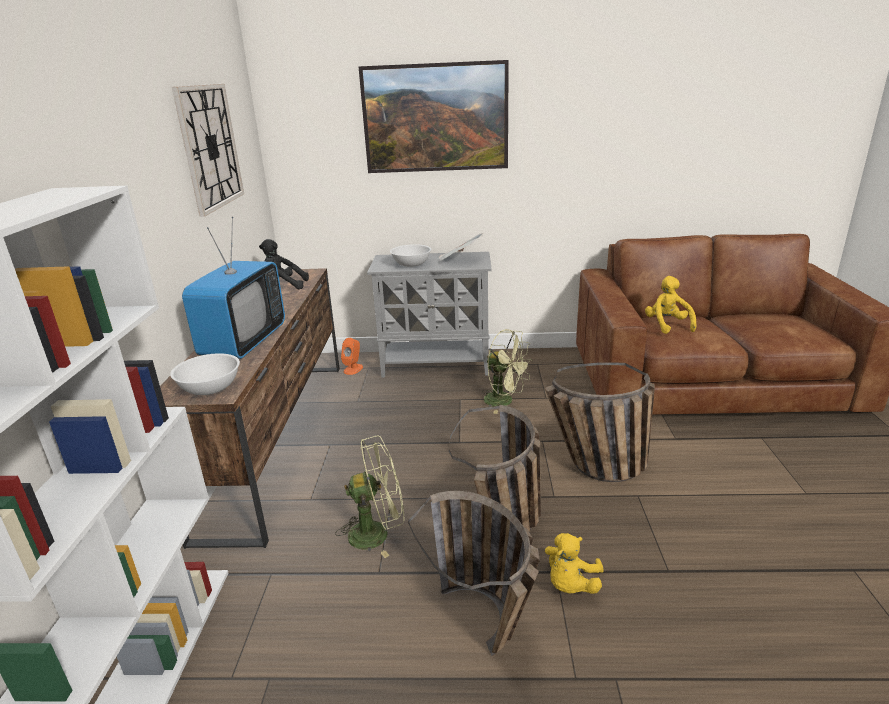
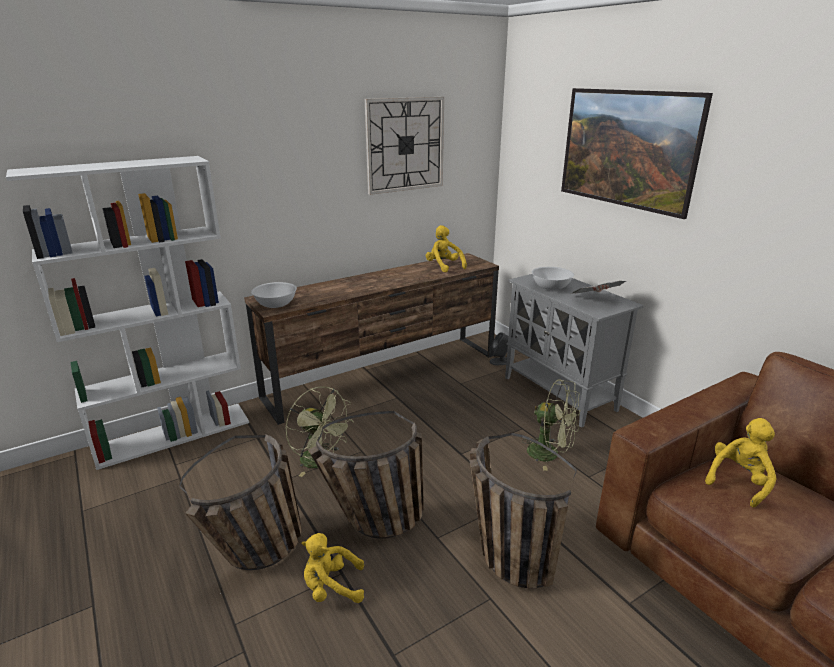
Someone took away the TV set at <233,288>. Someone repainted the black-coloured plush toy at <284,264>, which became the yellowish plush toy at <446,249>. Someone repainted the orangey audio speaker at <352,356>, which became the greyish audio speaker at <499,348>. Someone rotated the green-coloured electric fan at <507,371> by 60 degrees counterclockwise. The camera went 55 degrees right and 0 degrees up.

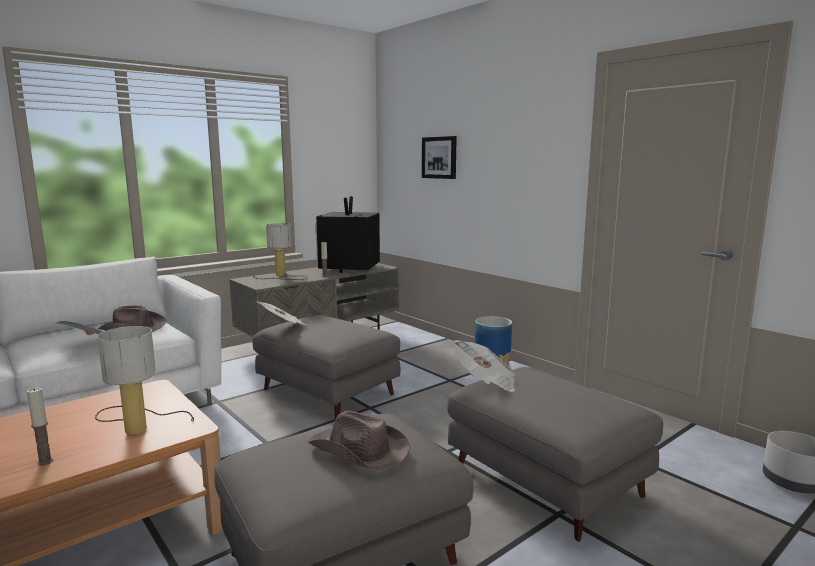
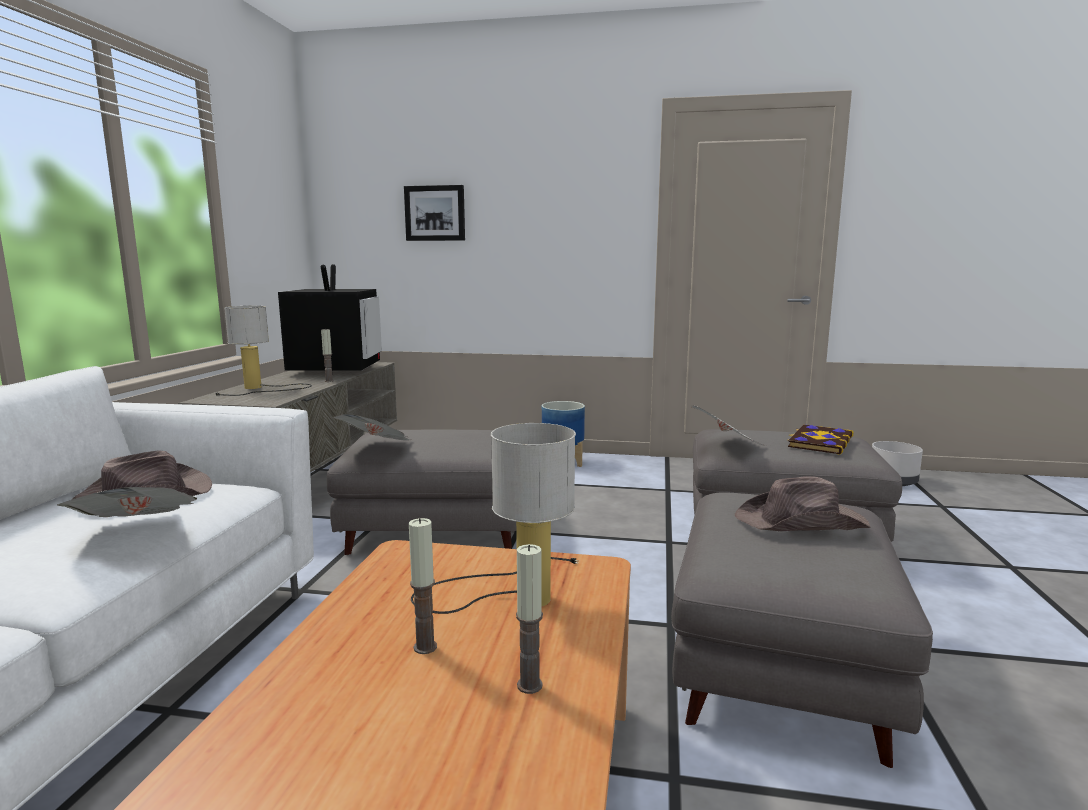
Someone put down the wax candle at <423,586>. Someone put down the book at <820,440>. Someone rotated the TV set at <347,234> by 150 degrees counterclockwise. The camera went 40 degrees left and 0 degrees up.

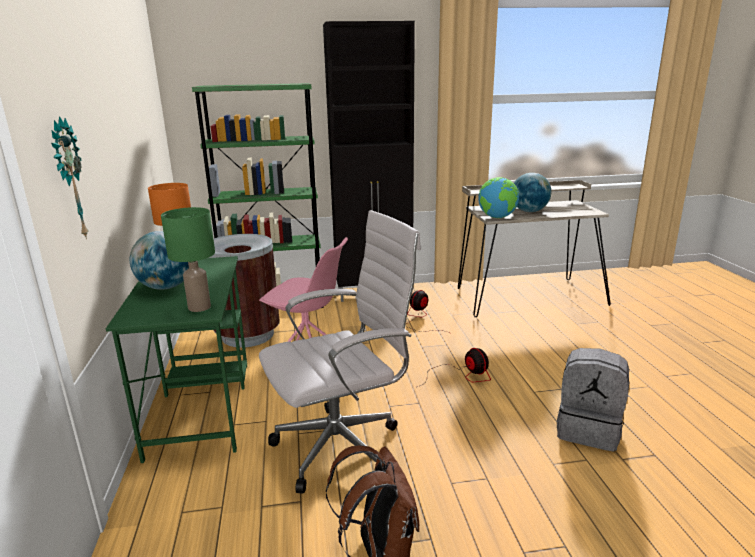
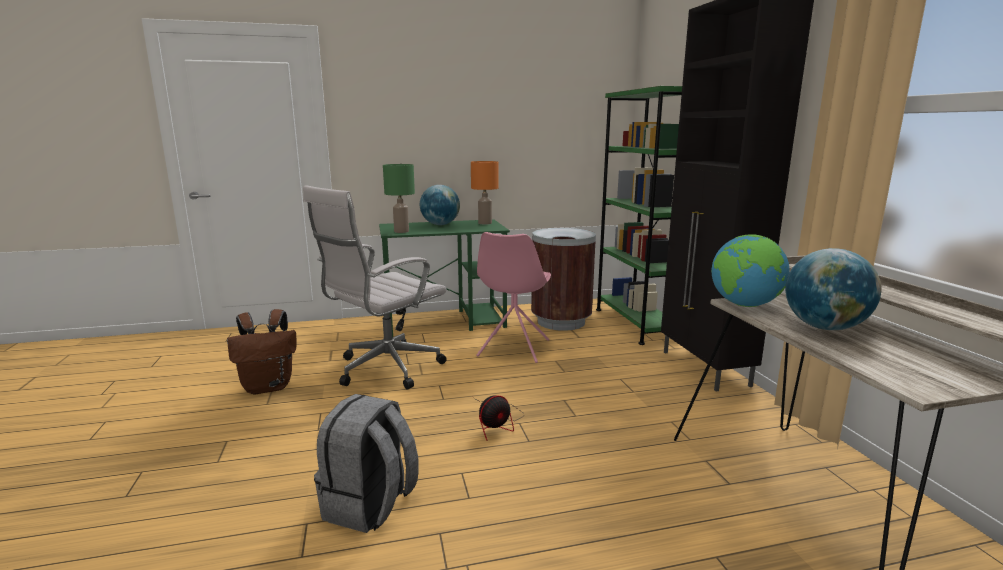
Someone took away the clock on the wall at <70,177>. Someone took away the electric fan at <426,311>. Someone rotated the white office chair at <340,352> by 75 degrees clockwise. The camera went 85 degrees right and 5 degrees down.

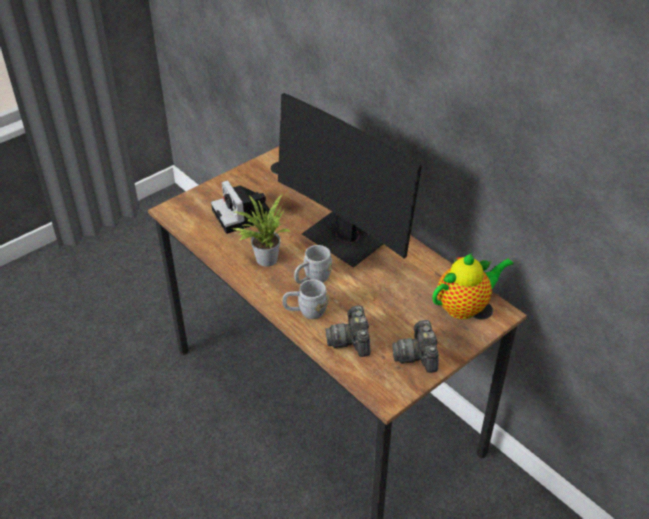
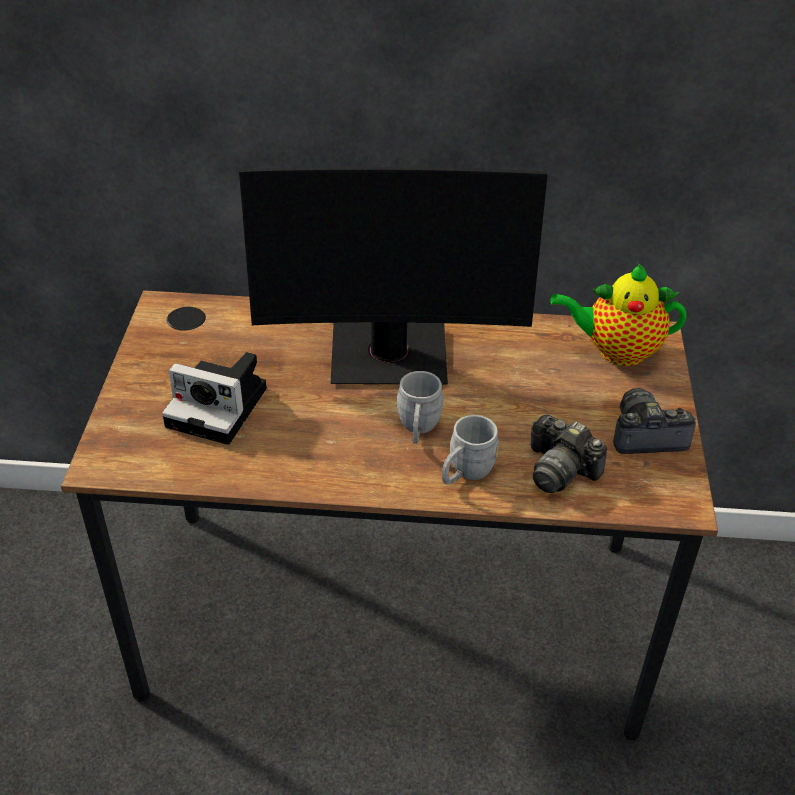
Someone took away the houseplant at <261,230>. Someone rotated the still camera at <415,346> by 135 degrees clockwise. Someone rotated the tea pot at <473,286> by 105 degrees counterclockwise. The camera went 45 degrees left and 0 degrees up.

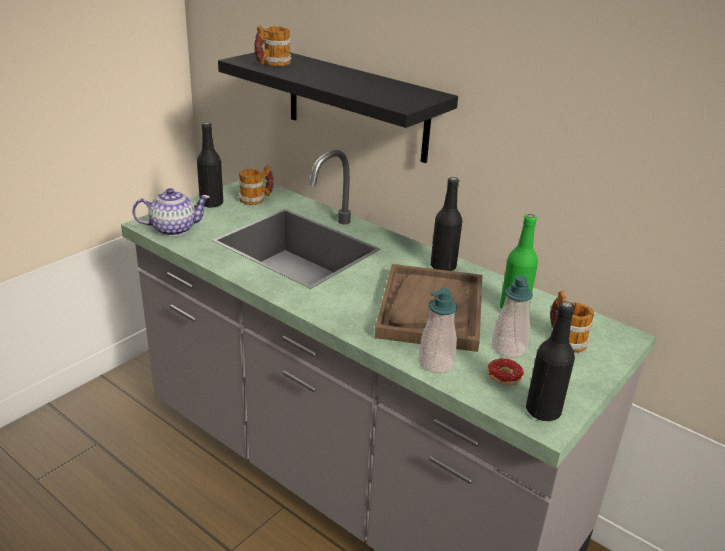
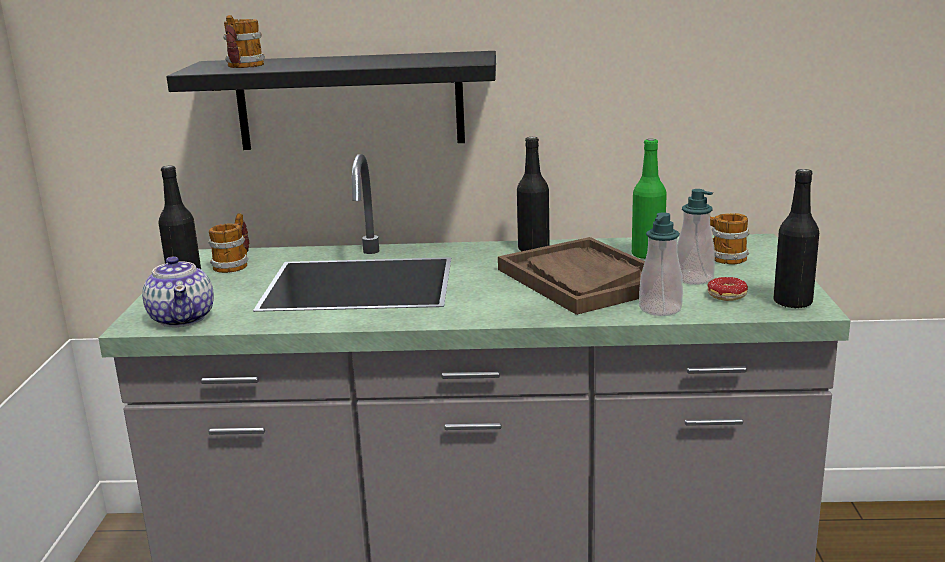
Someone rotated the tea pot at <171,212> by 120 degrees clockwise. The camera went 35 degrees left and 10 degrees down.

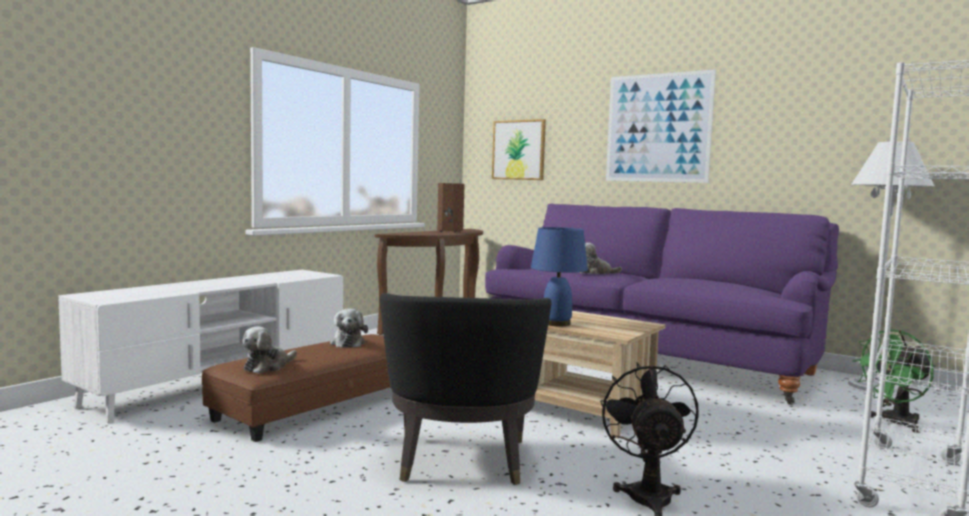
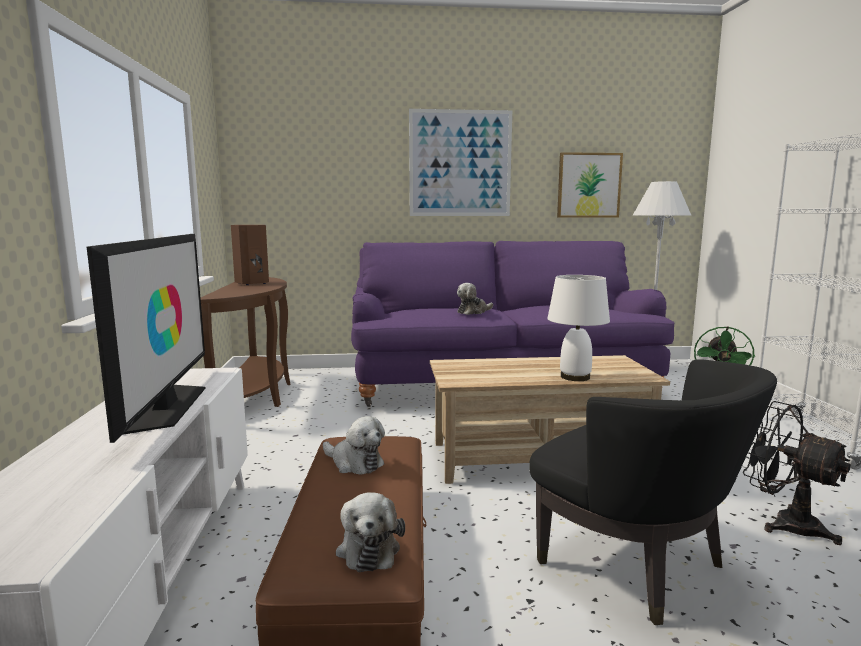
Someone put down the TV set at <146,338>. Someone carried the wall picture from <519,149> to <590,185>. Someone repainted the blue lamp for a table at <559,276>, which became the white lamp for a table at <578,328>. The camera went 40 degrees left and 5 degrees up.

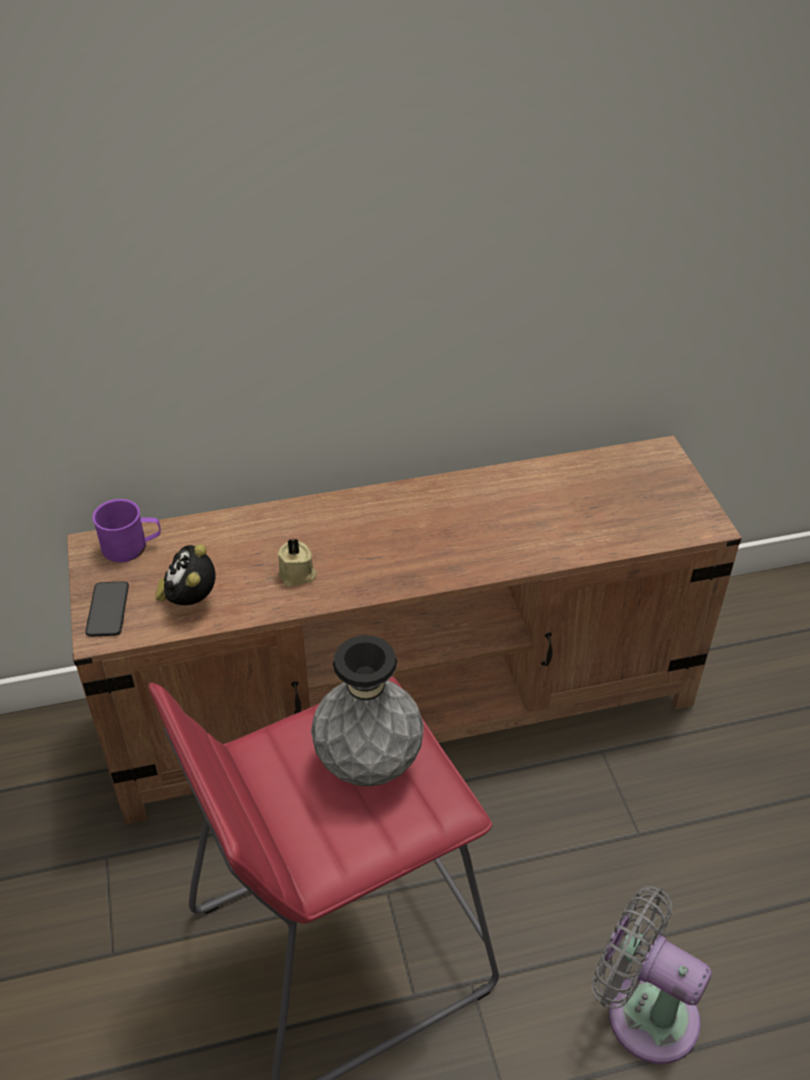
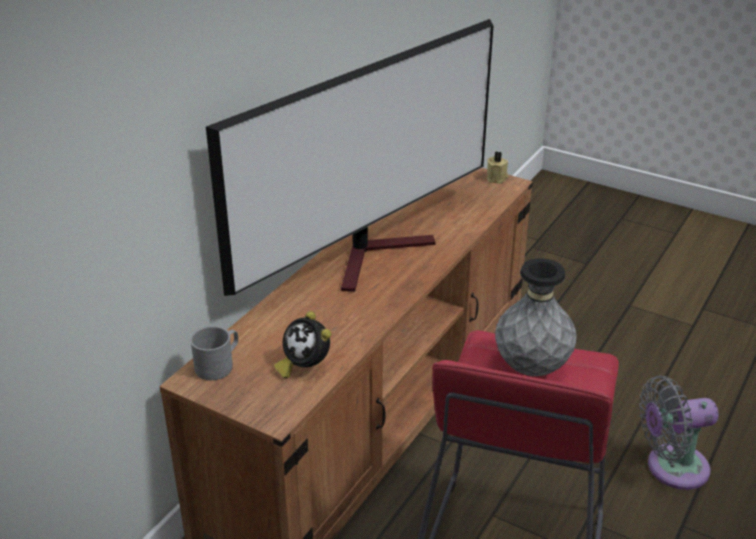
Someone took away the phone at <107,609>. Someone put down the TV set at <349,157>. Someone carried the sand-coloured wax candle from <297,562> to <498,167>. Someone repainted the purple-coloured tea mug at <126,530>, which became the greyish tea mug at <214,353>. The camera went 45 degrees left and 10 degrees down.

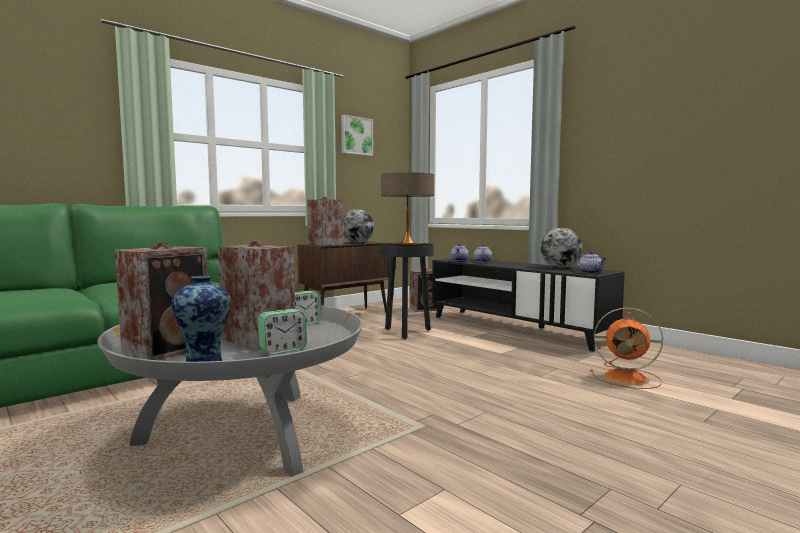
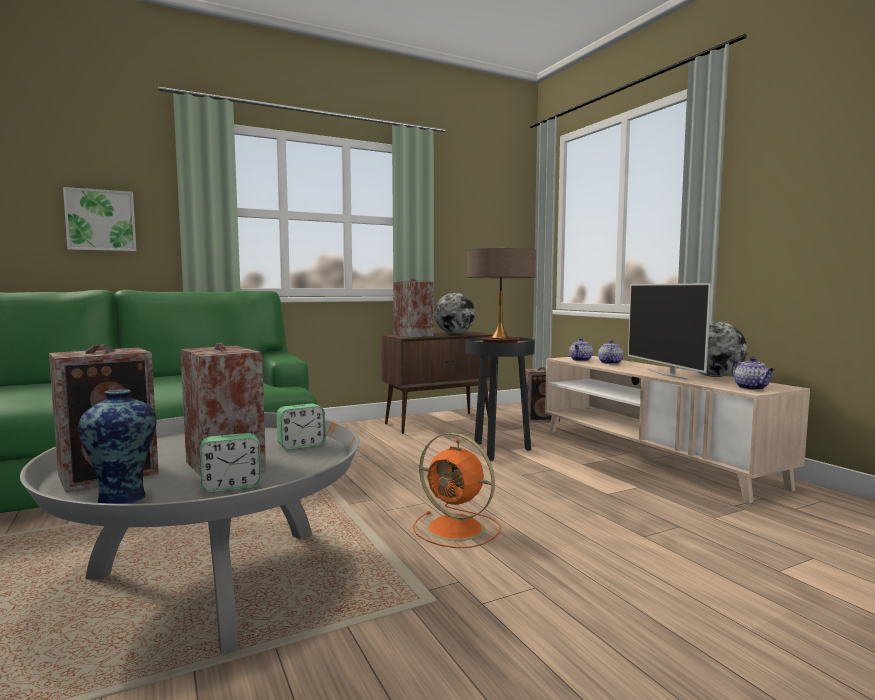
Someone put down the TV set at <669,331>. Someone carried the wall picture from <357,135> to <99,219>. Someone carried the orangey electric fan from <626,348> to <457,490>. Someone repainted the black-coloured tv unit at <528,304>, which became the sand-coloured tv unit at <677,429>. The camera went 15 degrees right and 0 degrees up.

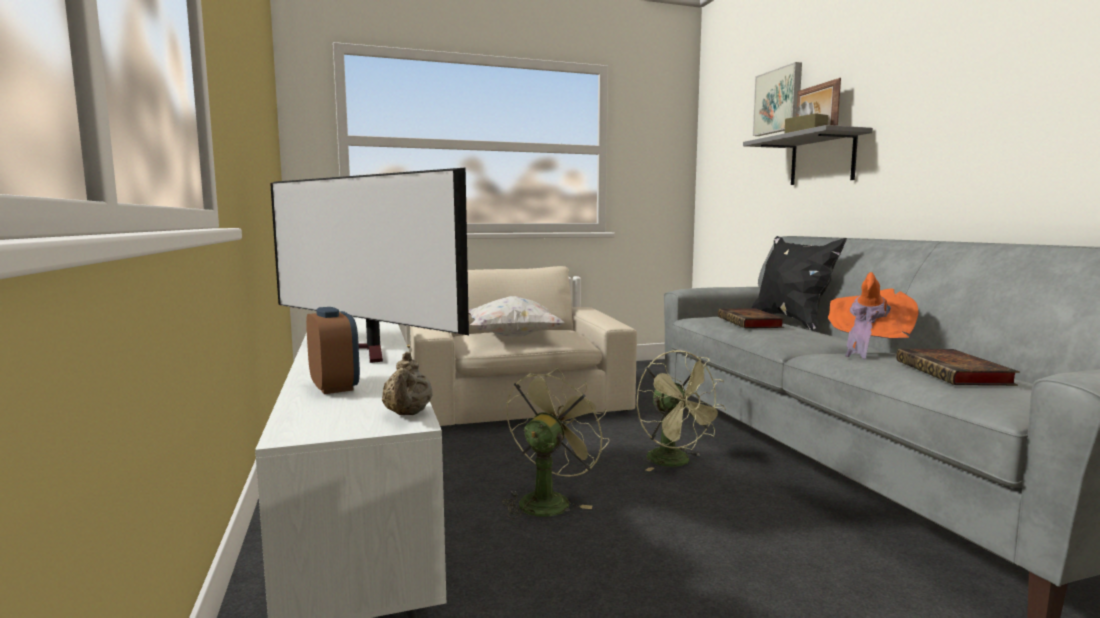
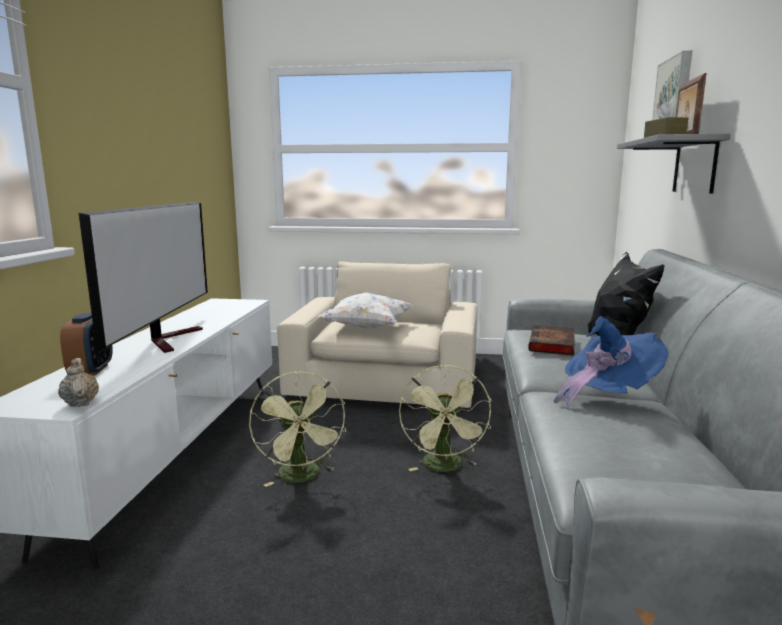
Someone took away the book at <958,367>. Someone repainted the orangey clothing hat at <873,315>, which became the blue clothing hat at <611,362>. Someone rotated the TV set at <369,265> by 150 degrees counterclockwise. Someone rotated the sand-coloured tea pot at <407,383> by 135 degrees clockwise. Someone rotated the green-coloured electric fan at <555,443> by 105 degrees clockwise. The camera went 25 degrees right and 5 degrees up.

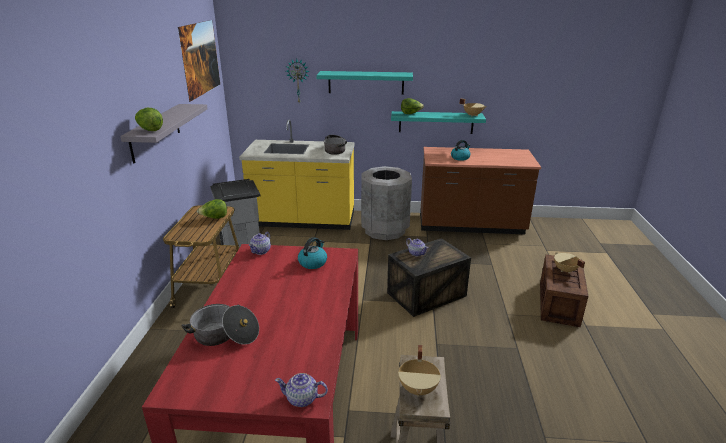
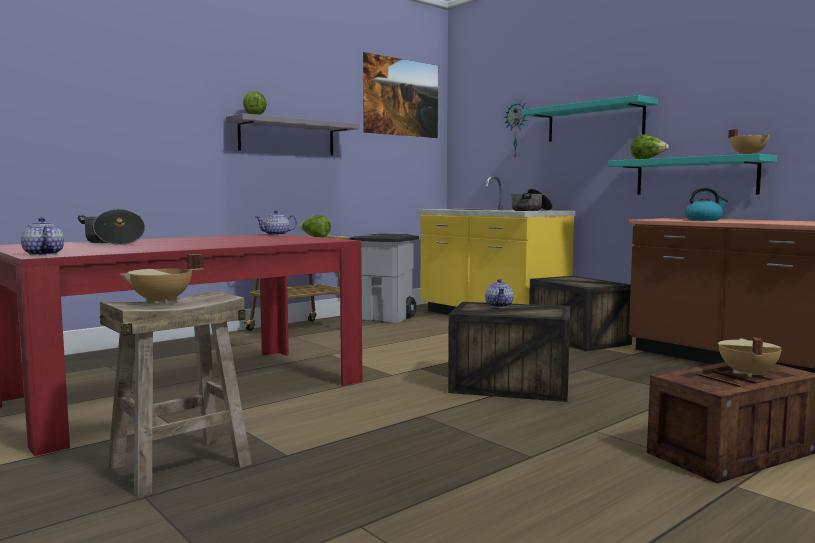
Someone took away the tea kettle at <312,253>. Someone swapped the greyish waste bin at <386,203> for the shipping crate at <580,313>. The camera went 45 degrees right and 20 degrees down.

